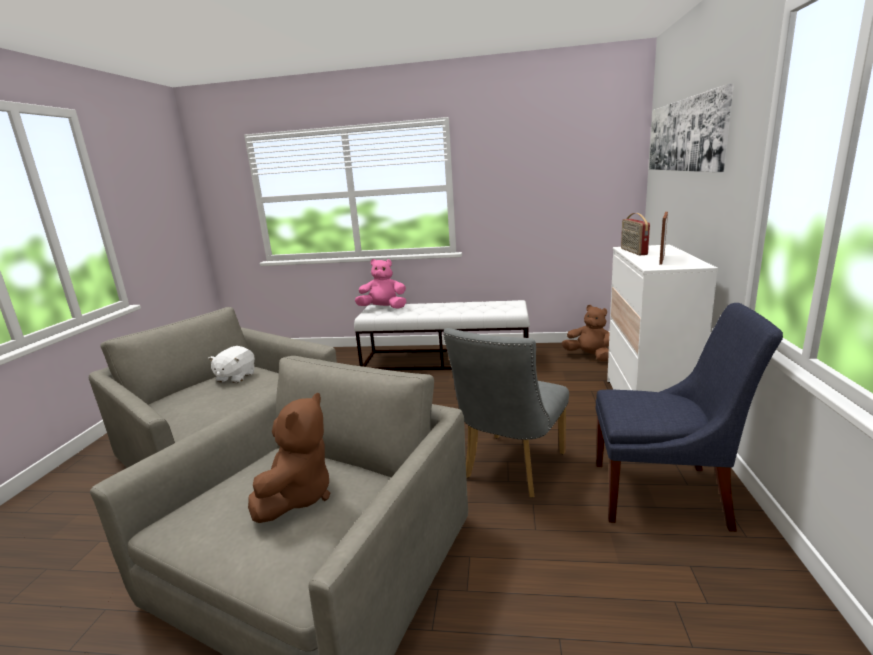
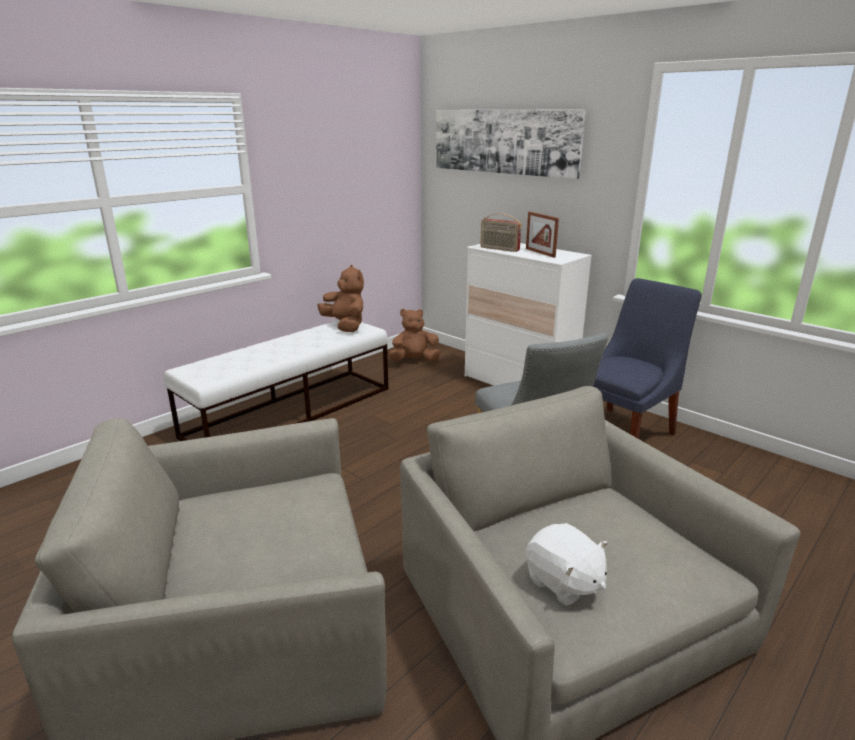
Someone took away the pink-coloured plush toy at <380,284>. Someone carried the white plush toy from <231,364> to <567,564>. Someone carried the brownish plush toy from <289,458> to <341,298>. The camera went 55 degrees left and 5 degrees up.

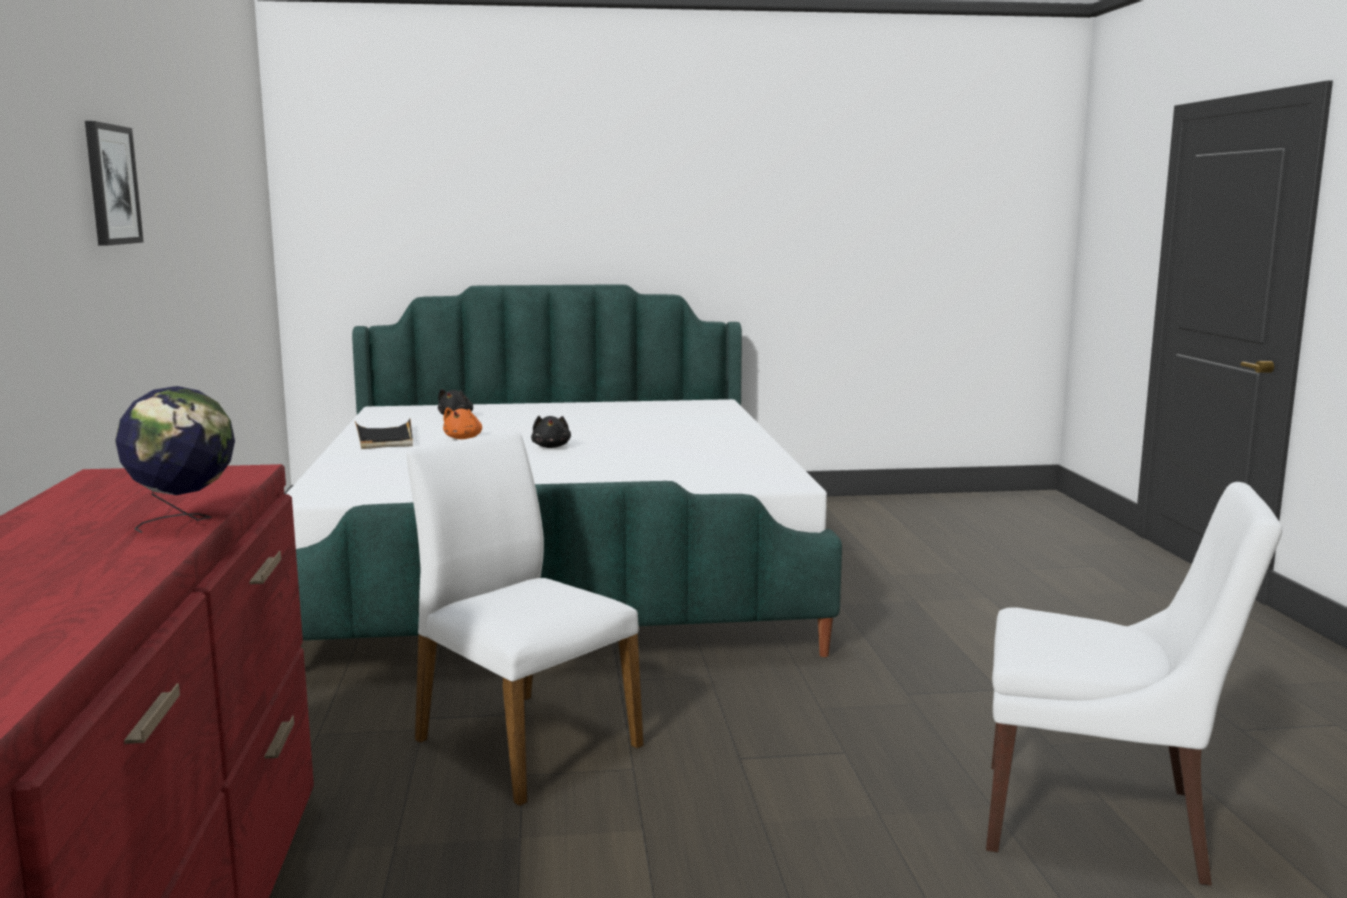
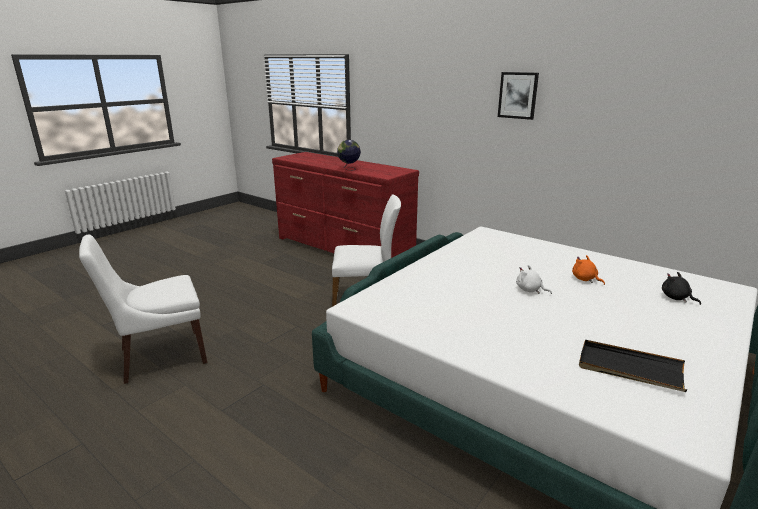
Someone carried the black-coloured carrying tray from <384,433> to <633,366>. Someone repainted the black-coloured plush toy at <551,432>, which became the white plush toy at <534,279>. The camera went 135 degrees right and 10 degrees up.

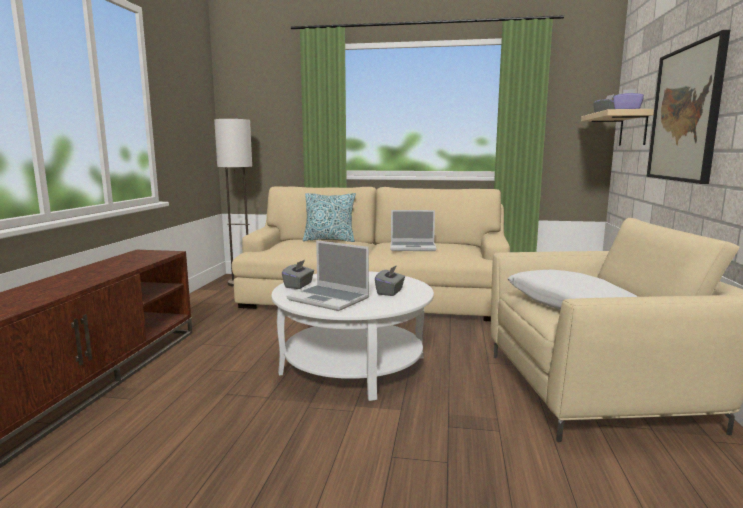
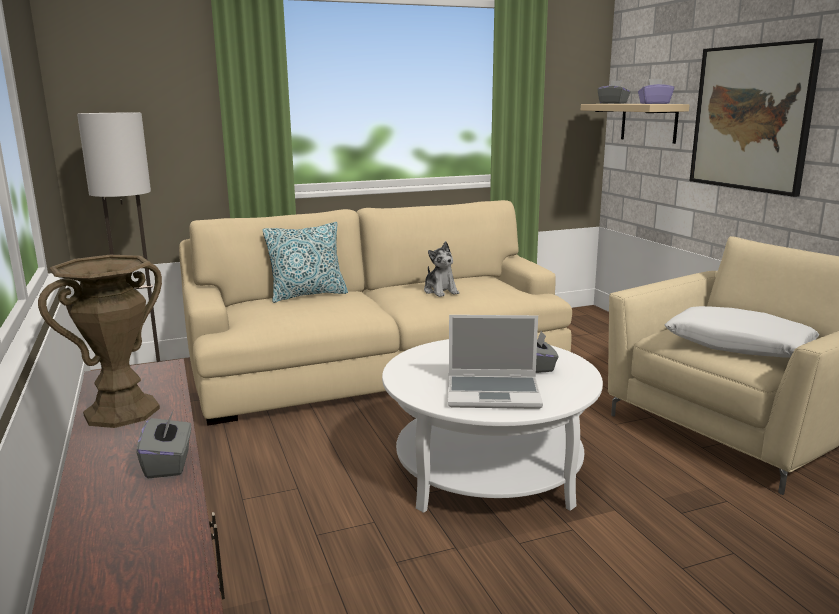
Someone put down the brownish vase at <100,341>. Someone carried the greyish box of tissues from <298,274> to <164,444>. Someone swapped the notebook computer at <413,230> for the plush toy at <441,269>. The camera went 30 degrees left and 5 degrees up.

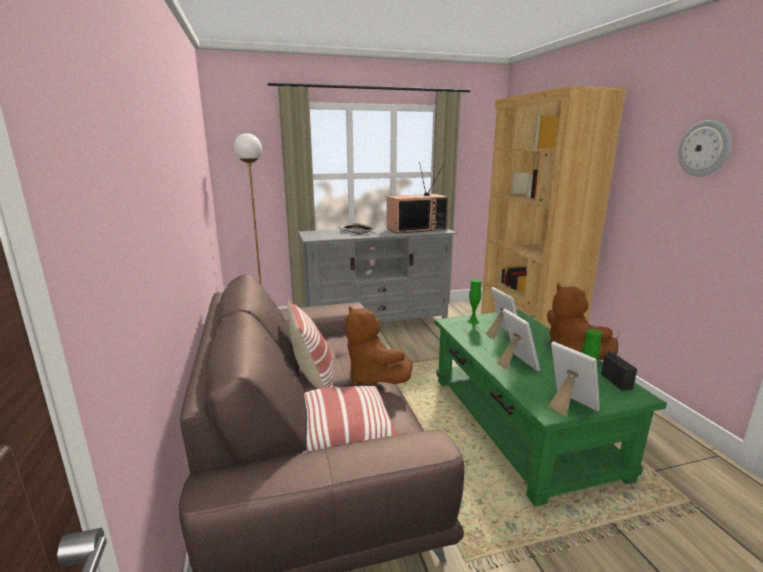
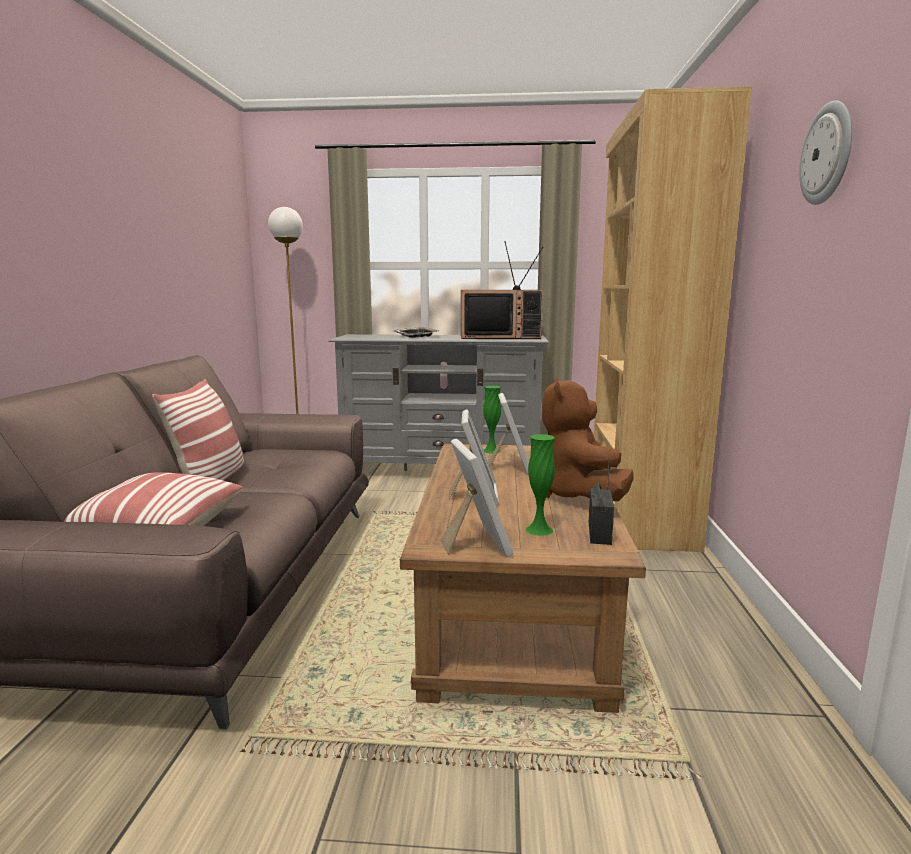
Someone took away the brownish plush toy at <379,346>. Someone repainted the green-coloured low table at <551,408>, which became the brownish low table at <523,578>. The camera went 20 degrees right and 5 degrees down.

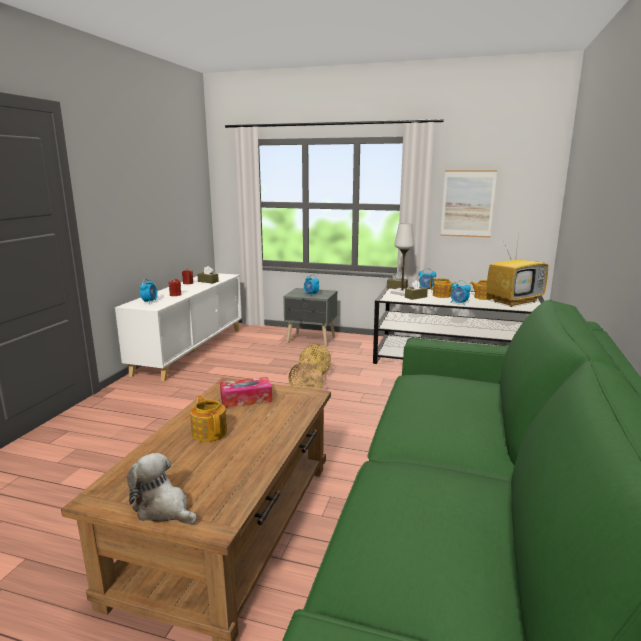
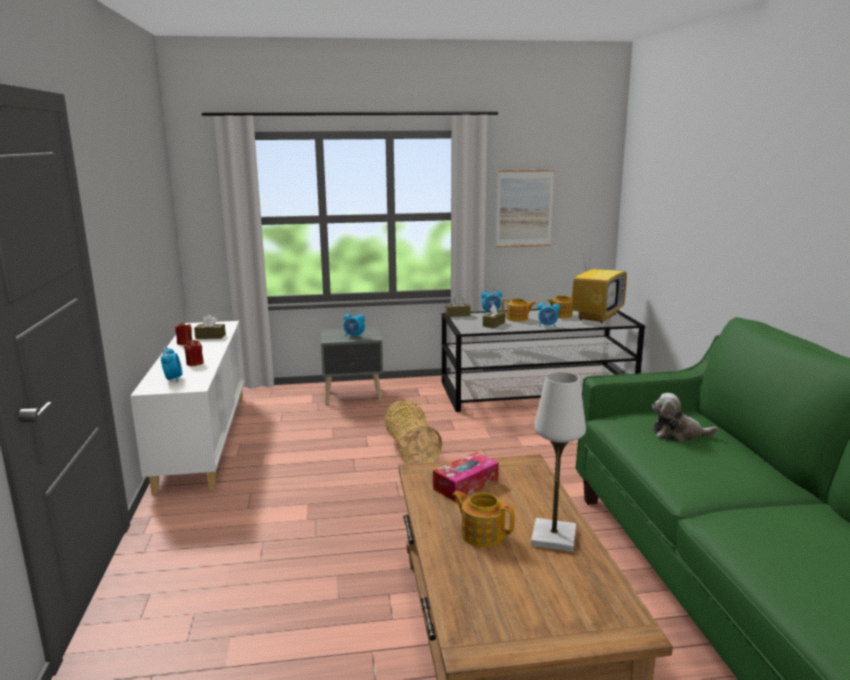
Someone carried the plush toy from <162,488> to <685,417>. Someone carried the white lamp for a table from <403,259> to <558,462>. The camera went 25 degrees left and 0 degrees up.

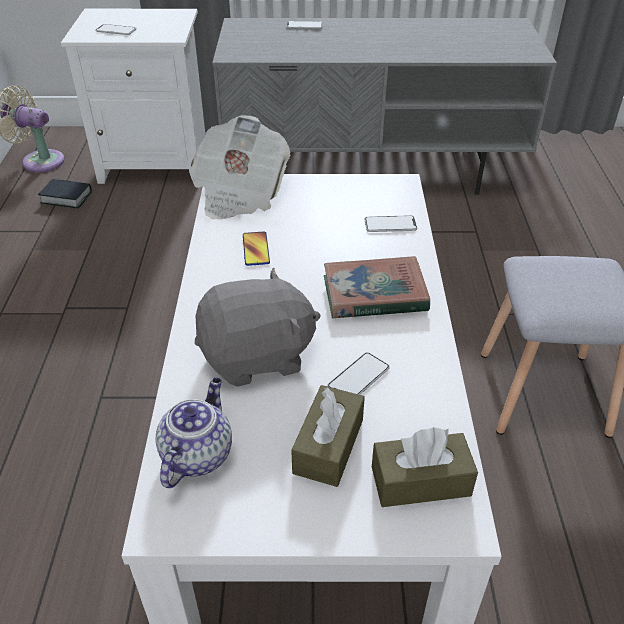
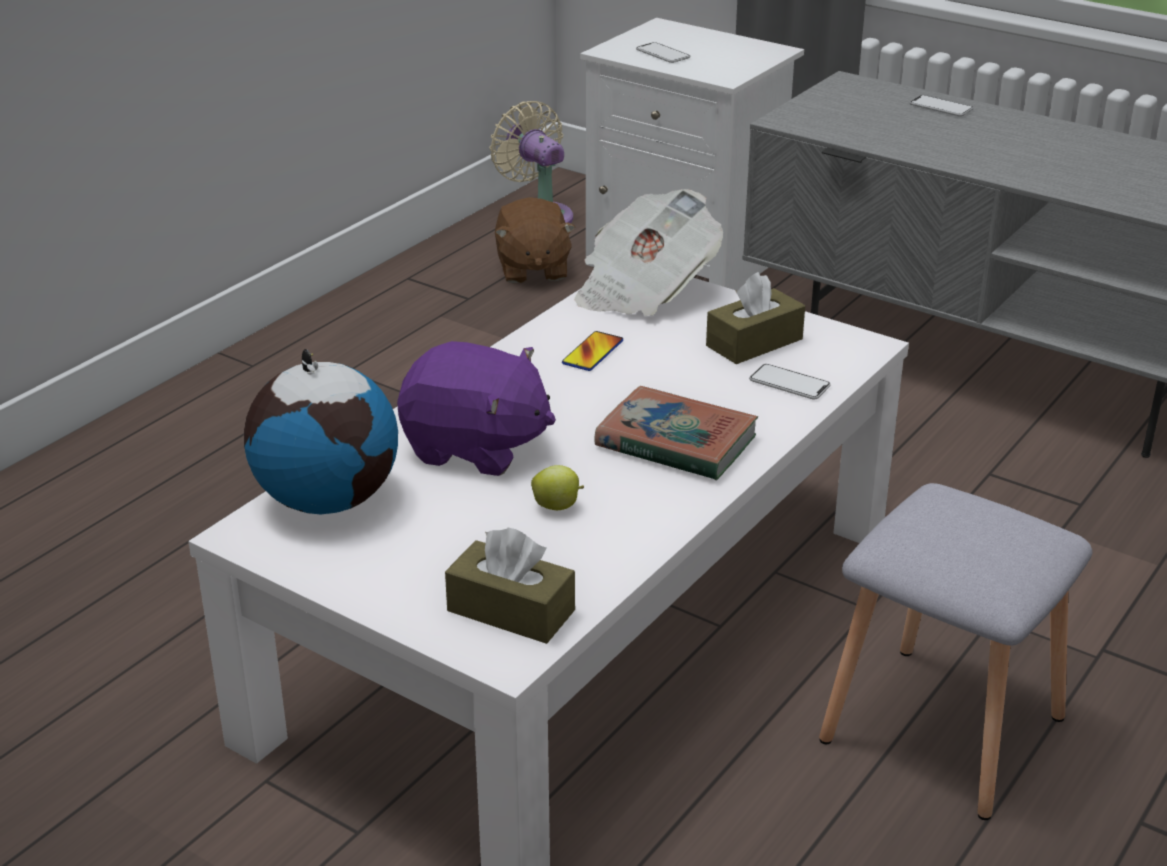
Someone carried the brownish box of tissues from <328,436> to <755,318>. Someone swapped the book at <65,193> for the brownish plush toy at <535,240>. Someone swapped the tea pot at <193,433> for the globe at <321,431>. Someone swapped the phone at <358,374> for the apple at <557,487>. Someone repainted the greyish plush toy at <258,327>, which became the purple-coloured plush toy at <476,408>. The camera went 35 degrees right and 10 degrees down.

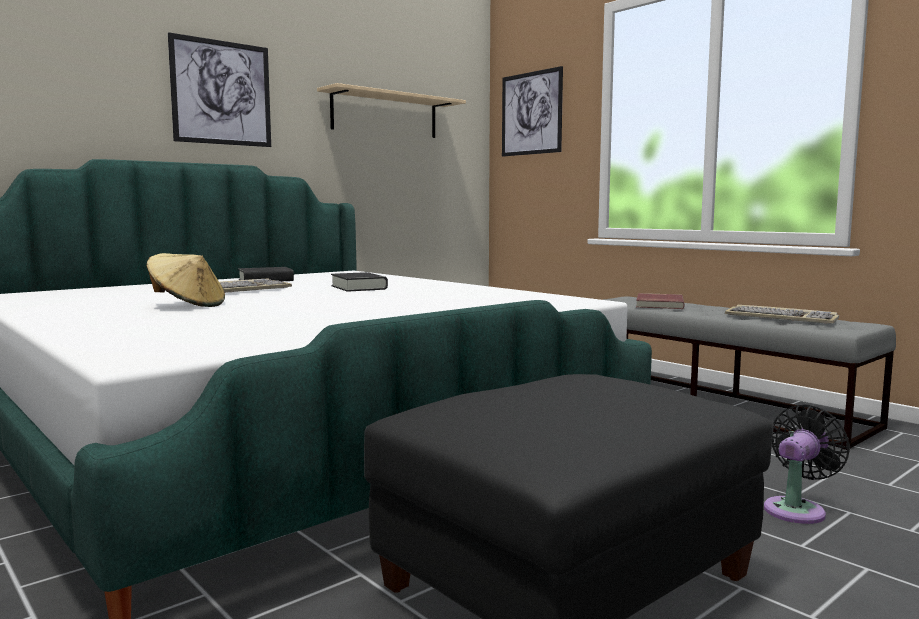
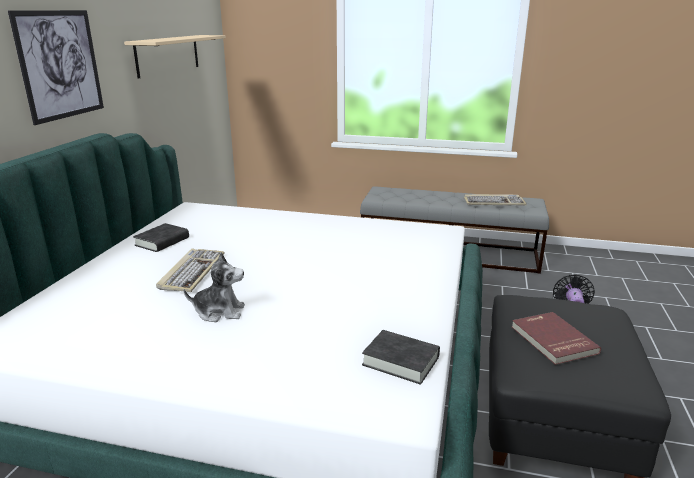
Someone took away the wall picture at <532,111>. Someone carried the black-coloured book from <359,282> to <401,357>. Someone carried the red book from <660,301> to <556,338>. Someone swapped the sand-coloured clothing hat at <185,280> for the plush toy at <214,287>. The camera went 35 degrees left and 15 degrees up.

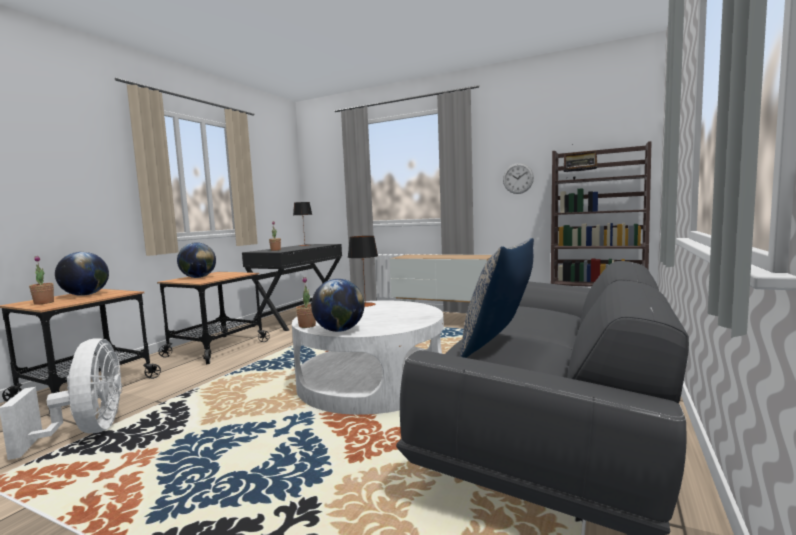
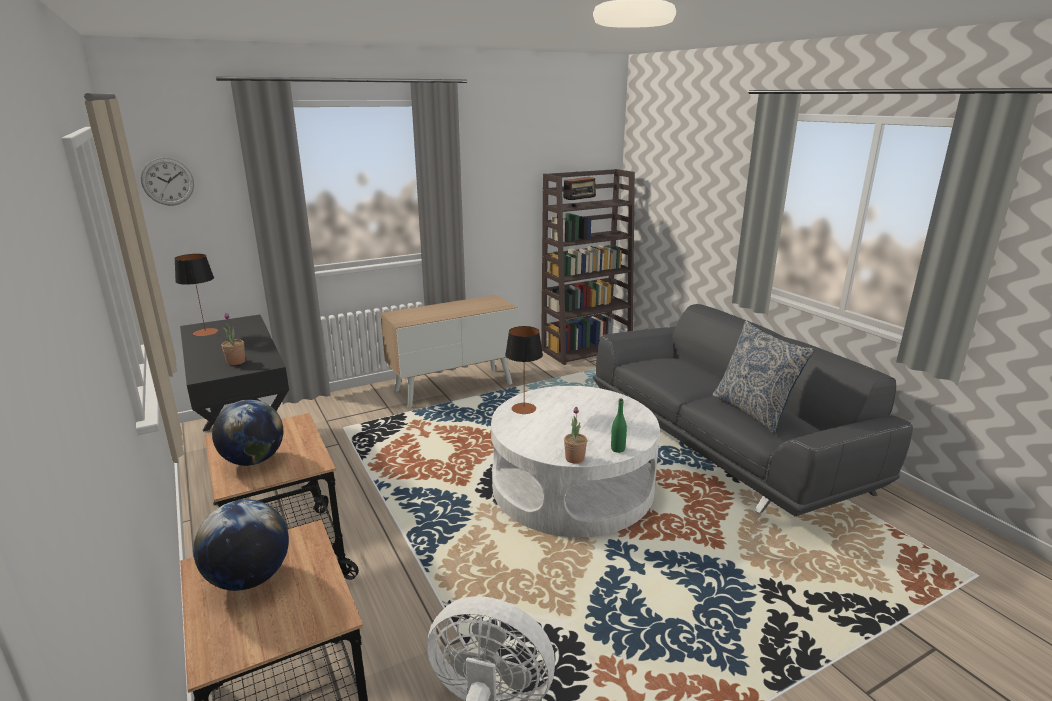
Someone took away the houseplant at <41,280>. Someone carried the clock on the wall from <518,178> to <167,182>. Someone swapped the globe at <338,305> for the green-coloured drink bottle at <619,425>. The camera went 55 degrees left and 15 degrees up.

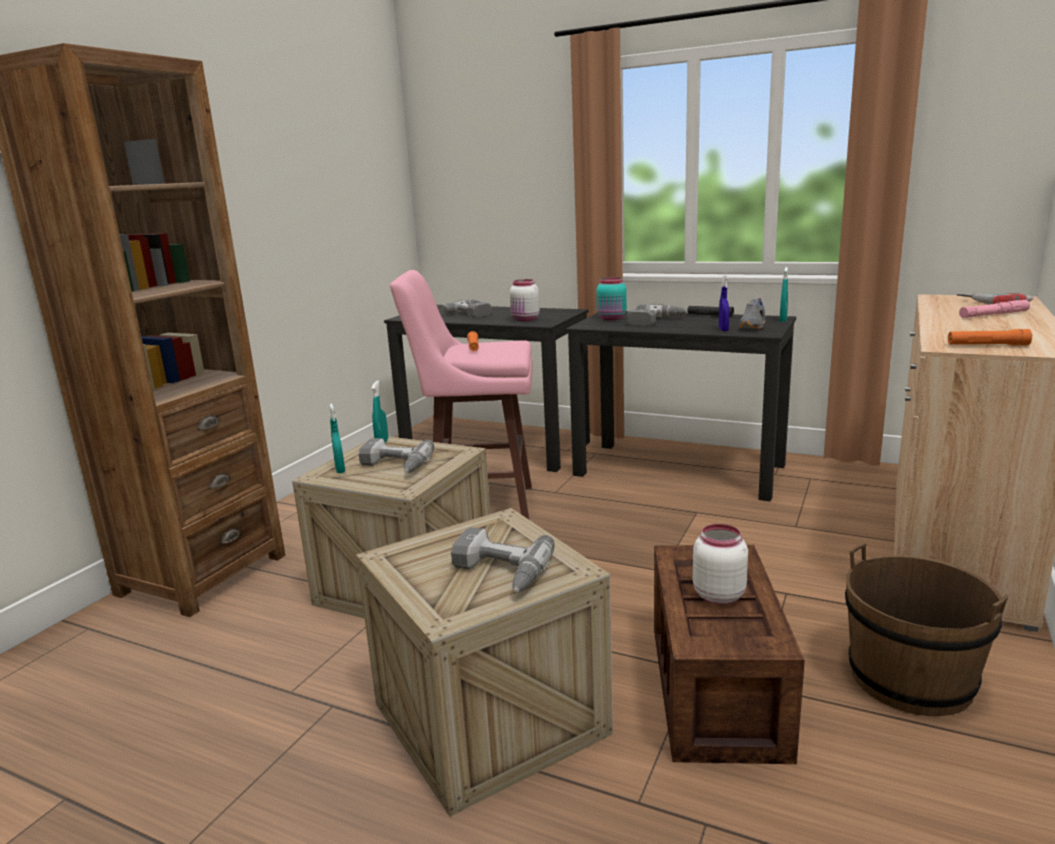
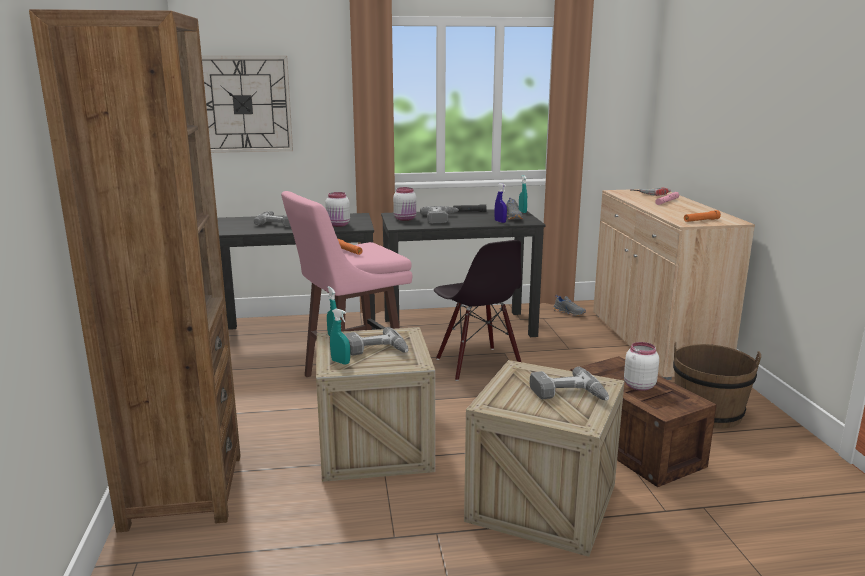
Someone put up the clock on the wall at <247,104>. Someone put down the black-coloured plain chair at <478,310>. Someone put down the greyish low shoe at <569,305>. Someone repainted the turquoise-coloured storage jar at <611,298>, which became the white storage jar at <405,204>. The camera went 35 degrees left and 0 degrees up.

